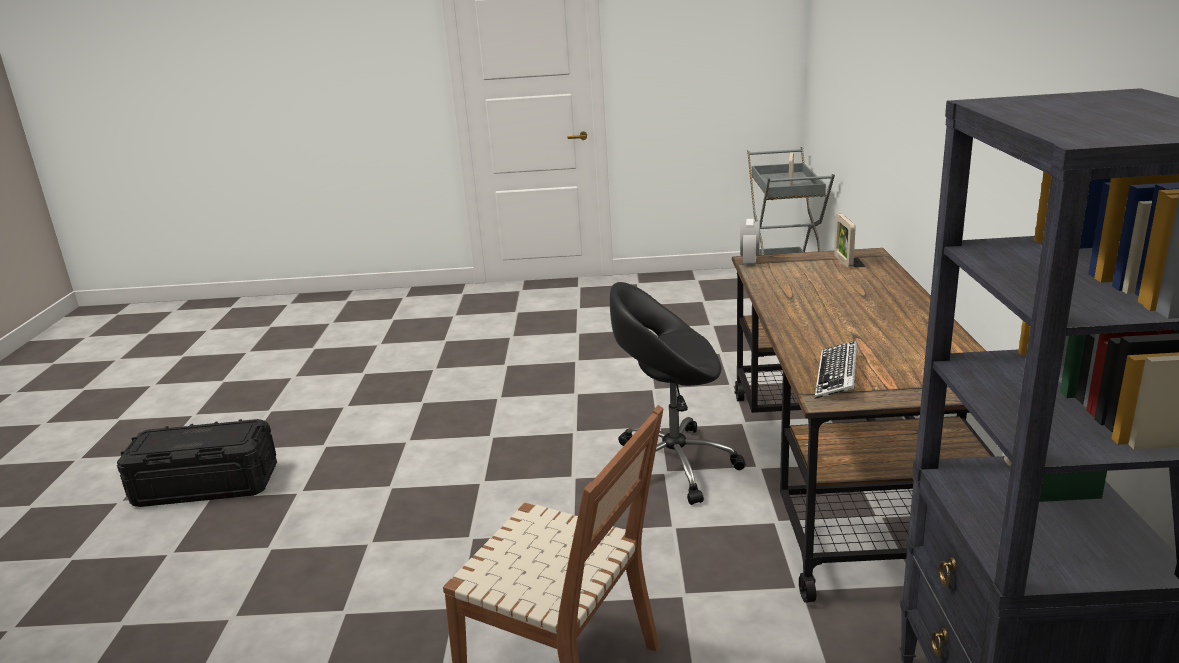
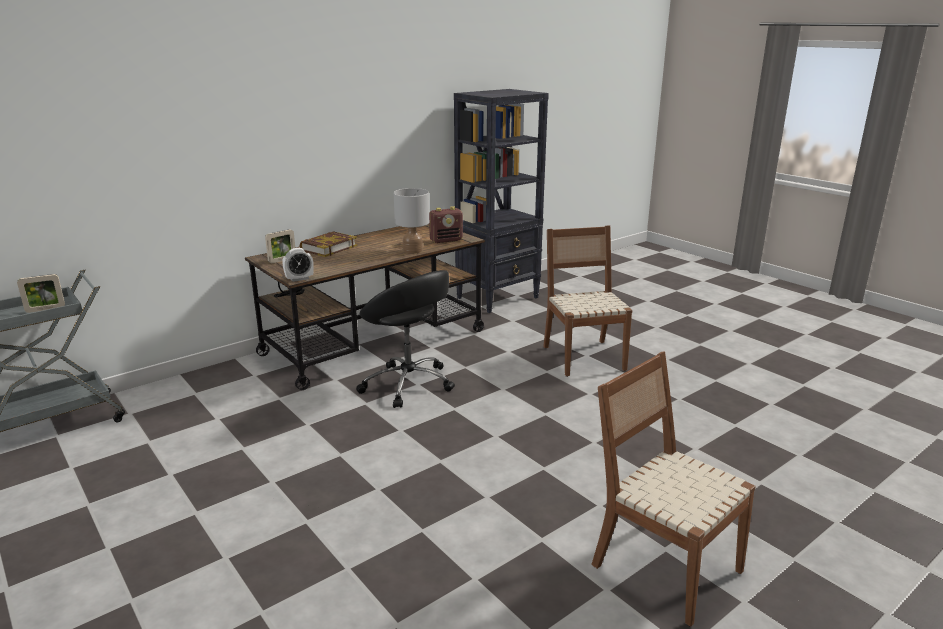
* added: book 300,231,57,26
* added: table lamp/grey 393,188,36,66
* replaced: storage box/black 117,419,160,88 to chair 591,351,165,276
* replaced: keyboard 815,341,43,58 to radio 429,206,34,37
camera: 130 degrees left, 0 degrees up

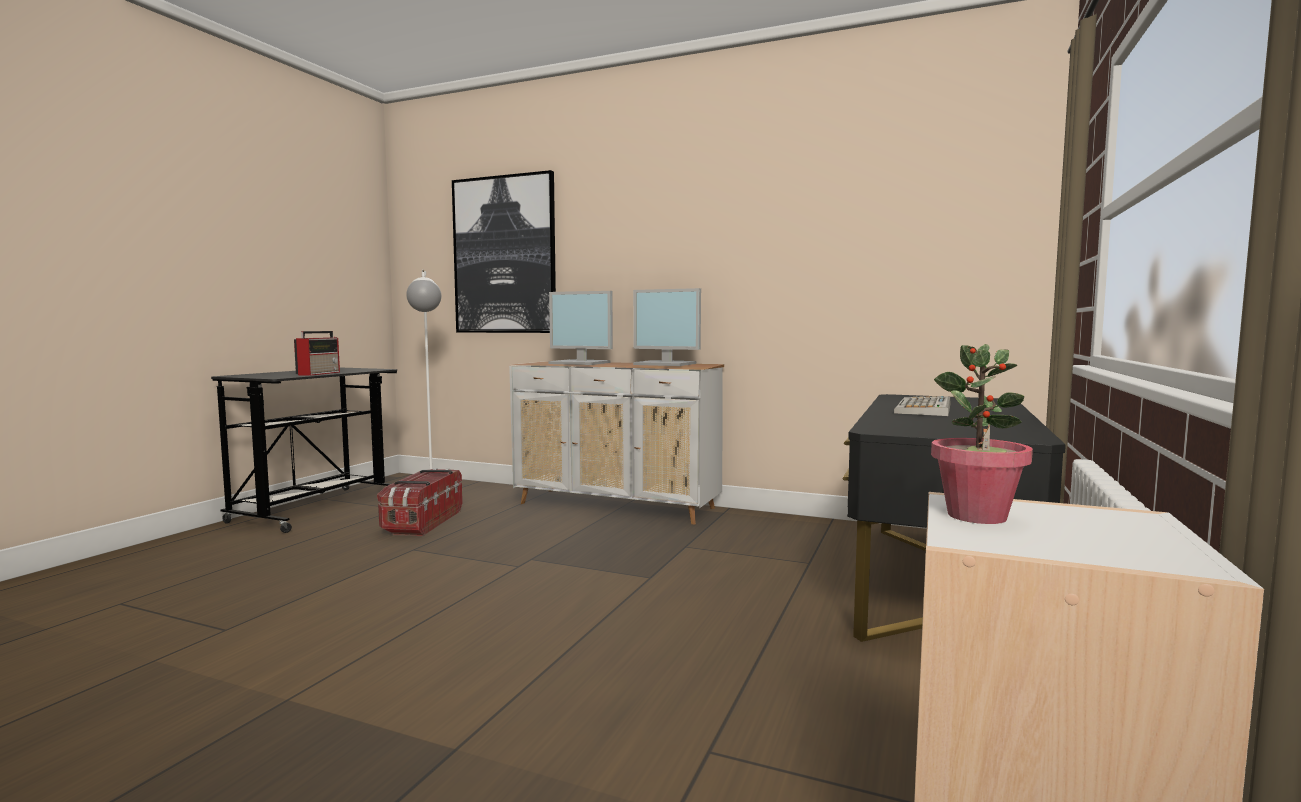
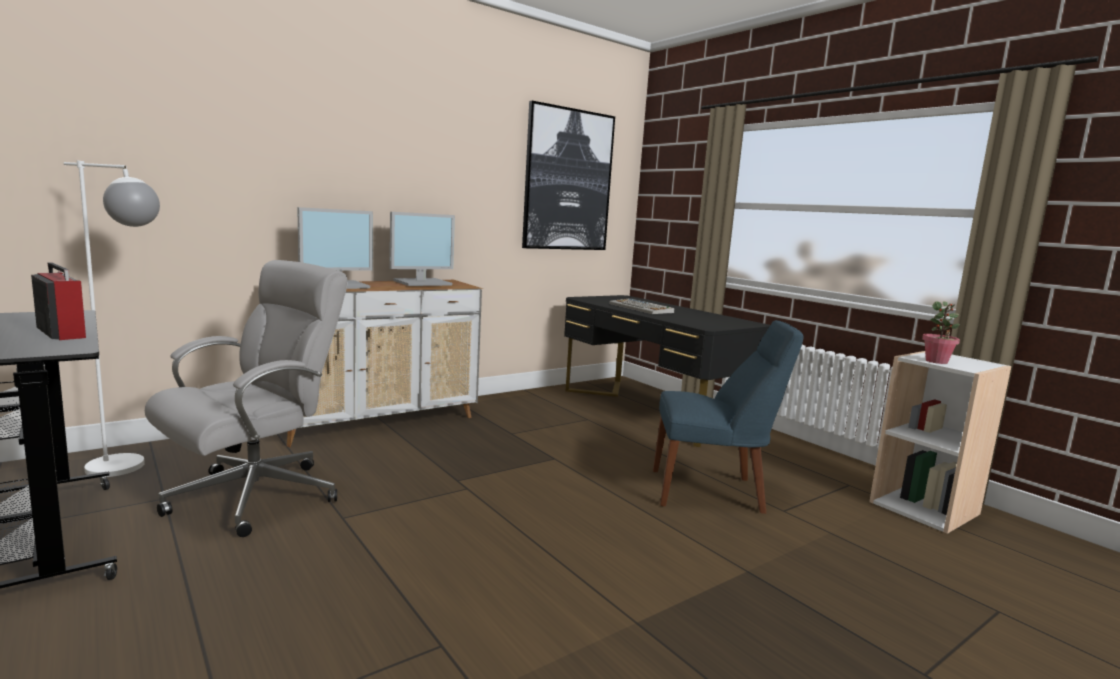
* added: chair/blue 653,320,150,194
* moved: picture 452,170,104,163 to 522,101,93,149
* replaced: storage box 377,468,86,68 to office chair/grey 145,260,203,277
camera: 60 degrees left, 5 degrees up

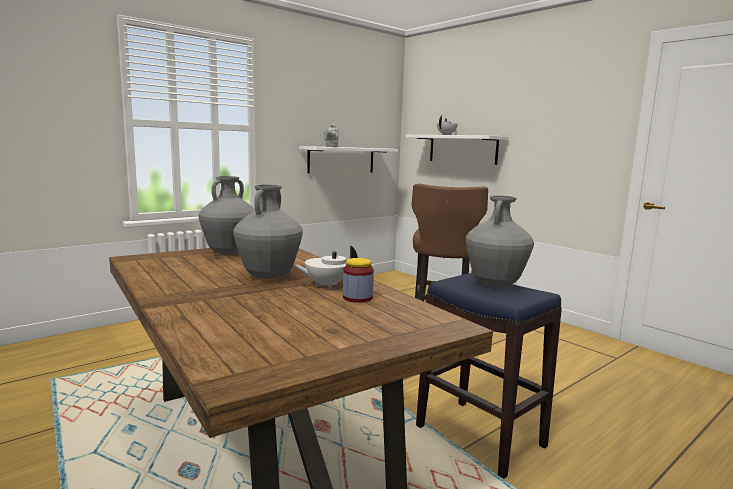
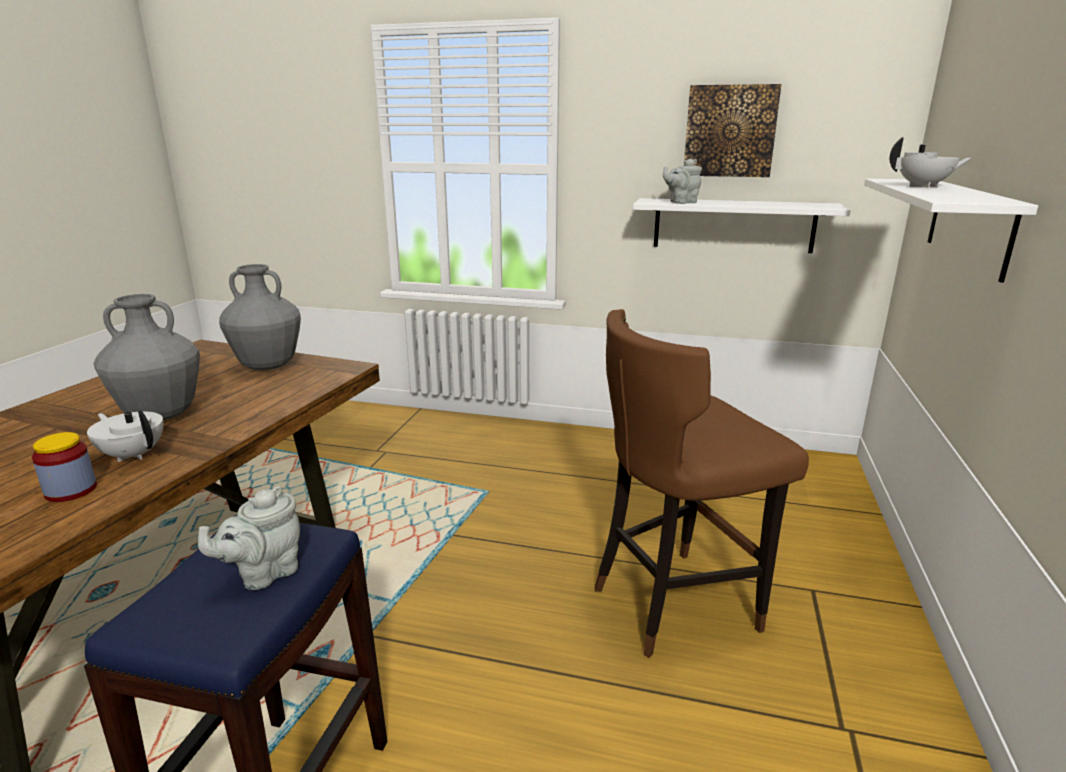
* added: picture 684,84,97,93
* replaced: vase/grey 466,195,68,92 to teapot/grey 198,486,102,104
camera: 55 degrees right, 10 degrees up

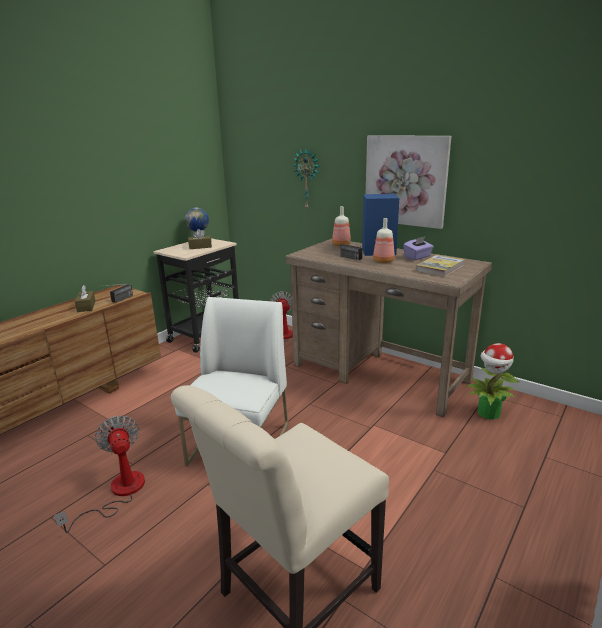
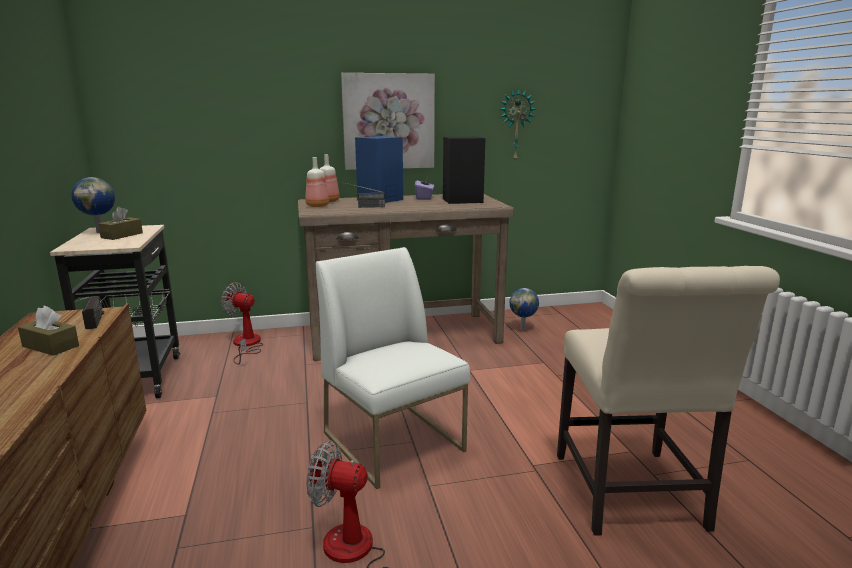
* moved: wall clock 293,148,27,63 to 499,89,37,73
* moved: bottle 373,218,22,45 to 305,157,24,50
* replaced: book 416,255,49,22 to speaker/black 443,137,42,67
* replaced: potted plant 465,343,54,77 to globe 510,288,29,42
camera: 50 degrees left, 5 degrees down

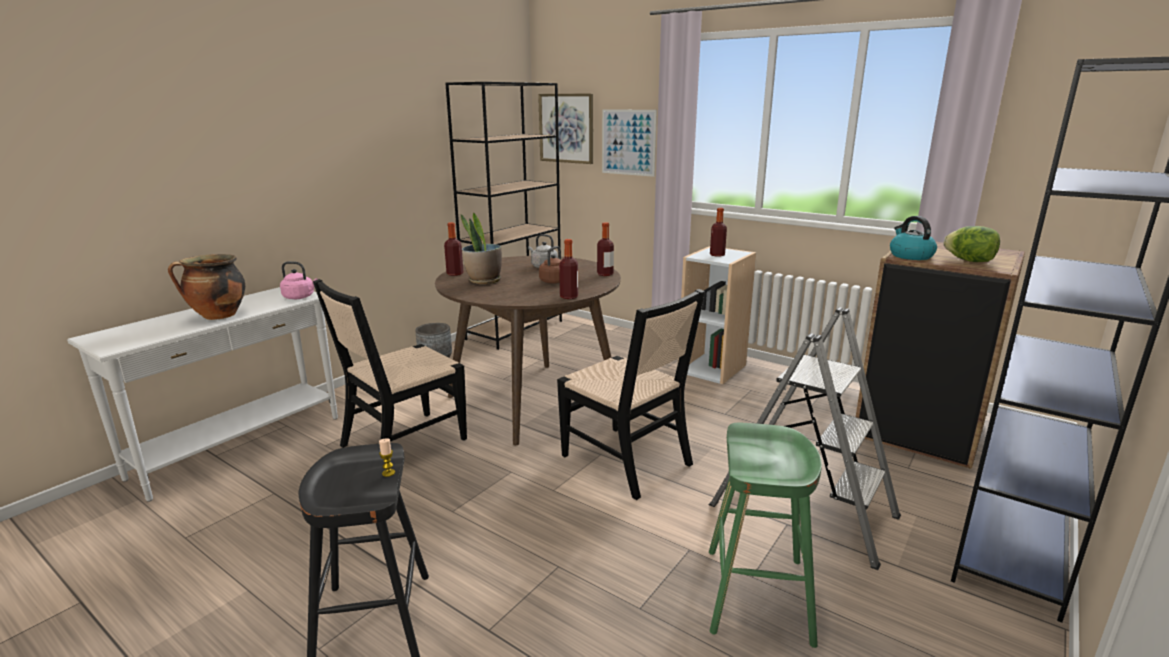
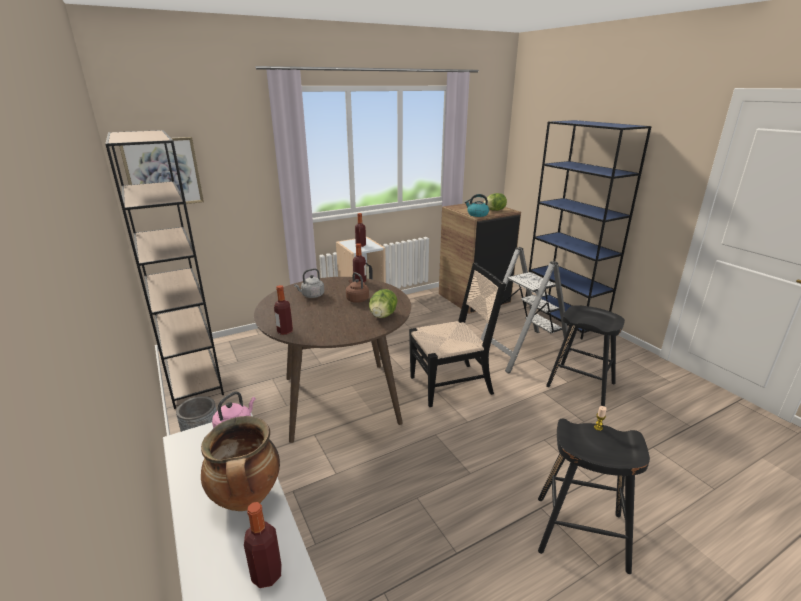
* removed: chair 313,279,154,169
* removed: potted plant 461,213,41,71
* removed: picture 602,109,55,68
* added: lettuce 369,289,28,29
* moved: bottle 559,239,19,60 to 244,502,38,86
* recoloured: stool/green 709,423,113,225 to stool/black 546,305,79,101
camera: 65 degrees left, 5 degrees up

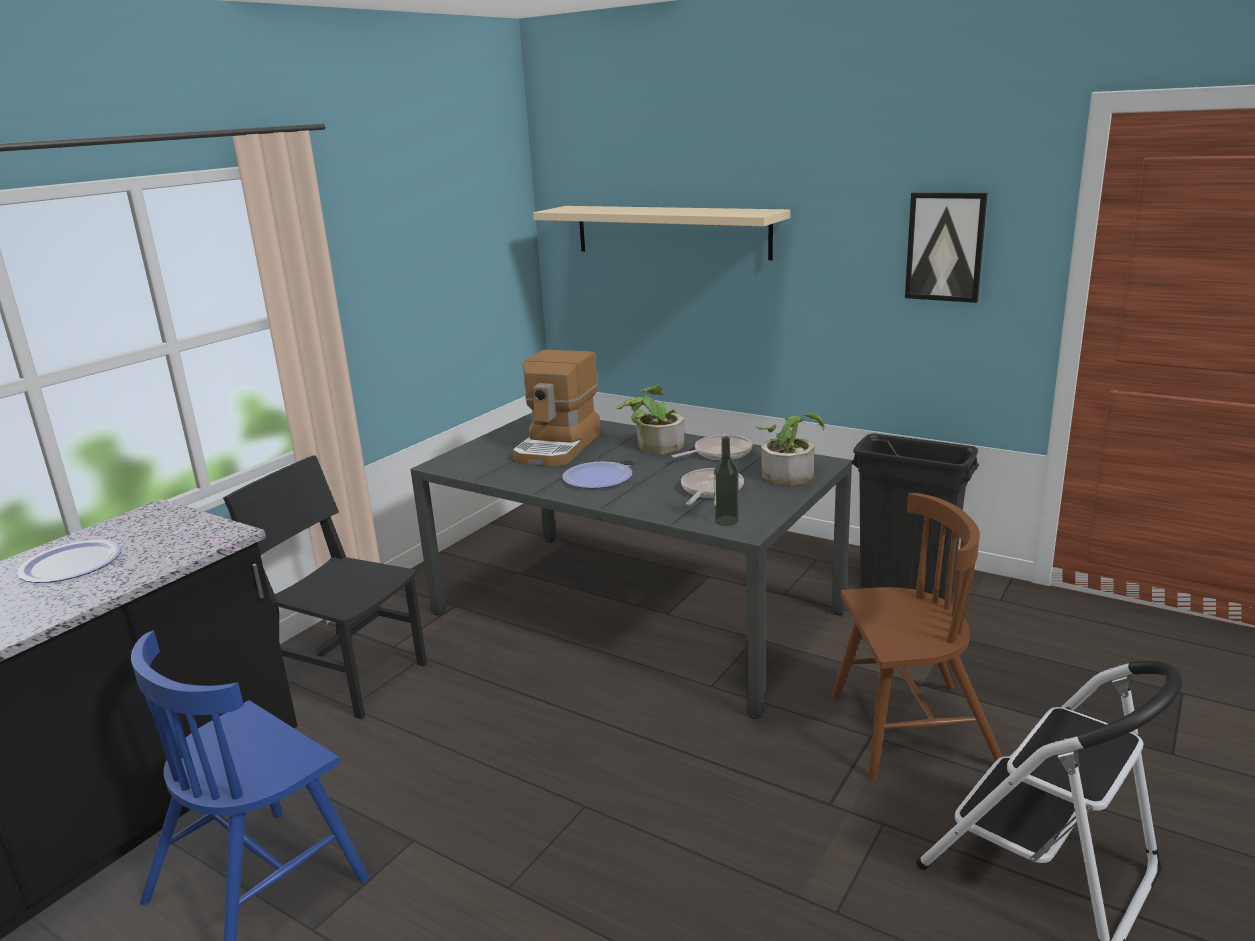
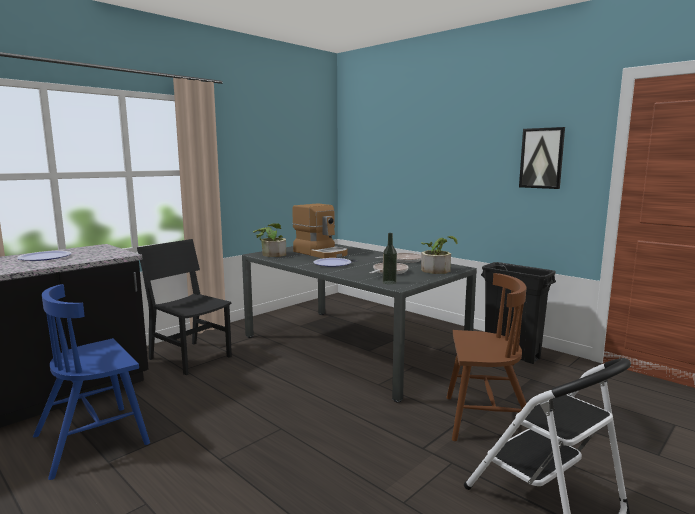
* removed: shelf/beige 533,206,257,54
* moved: potted plant 617,386,68,68 to 253,223,33,34
* turned: coffee machine 513,350,88,117 = 292,203,55,55 75 degrees counterclockwise
camera: 10 degrees right, 10 degrees down

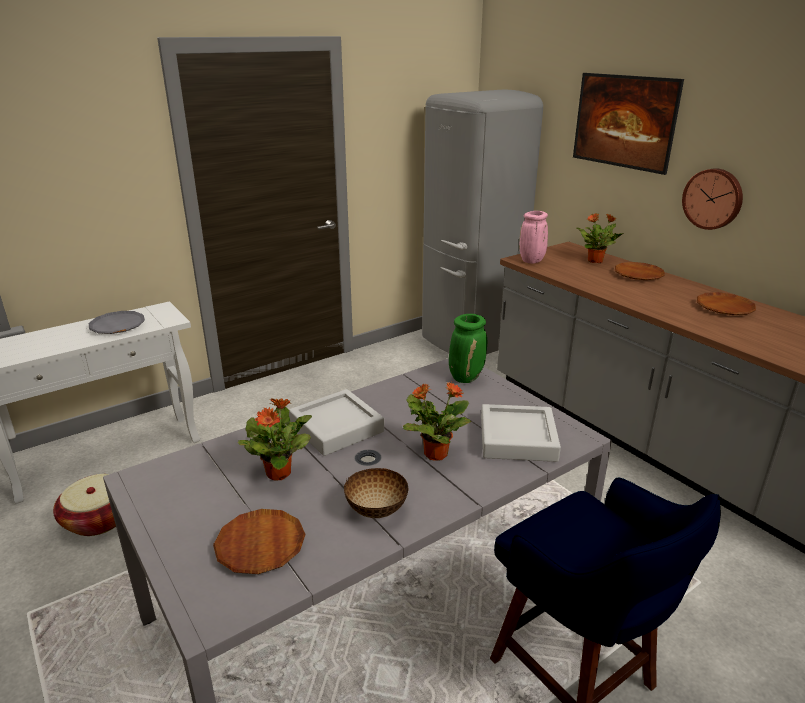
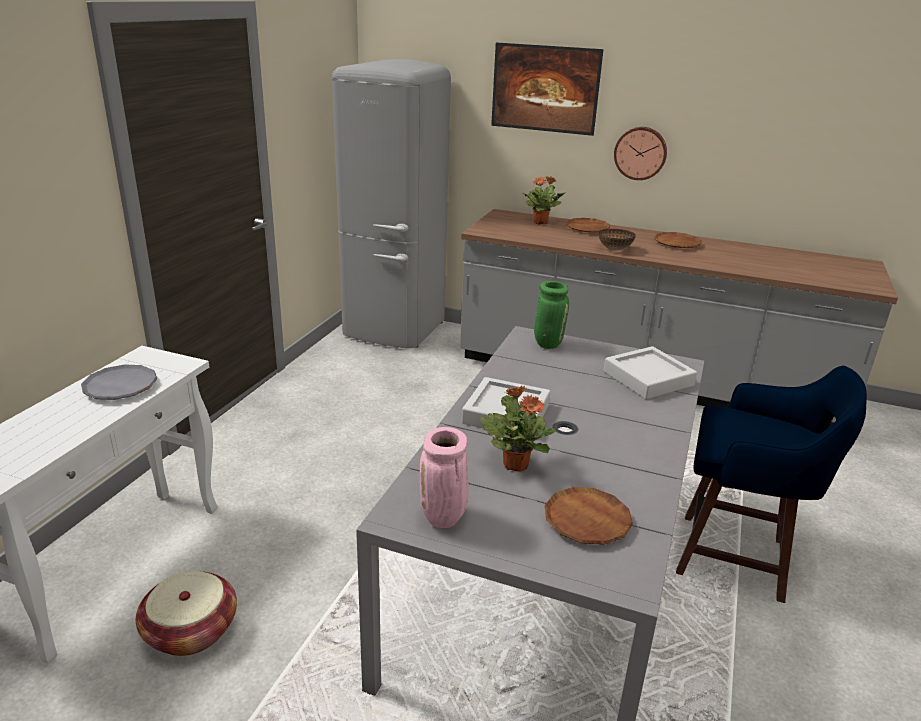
* removed: potted plant 403,382,68,79
* moved: bowl 344,468,65,50 to 598,229,38,22
* moved: vase/pink 519,211,29,53 to 420,427,49,101
camera: 35 degrees left, 0 degrees up

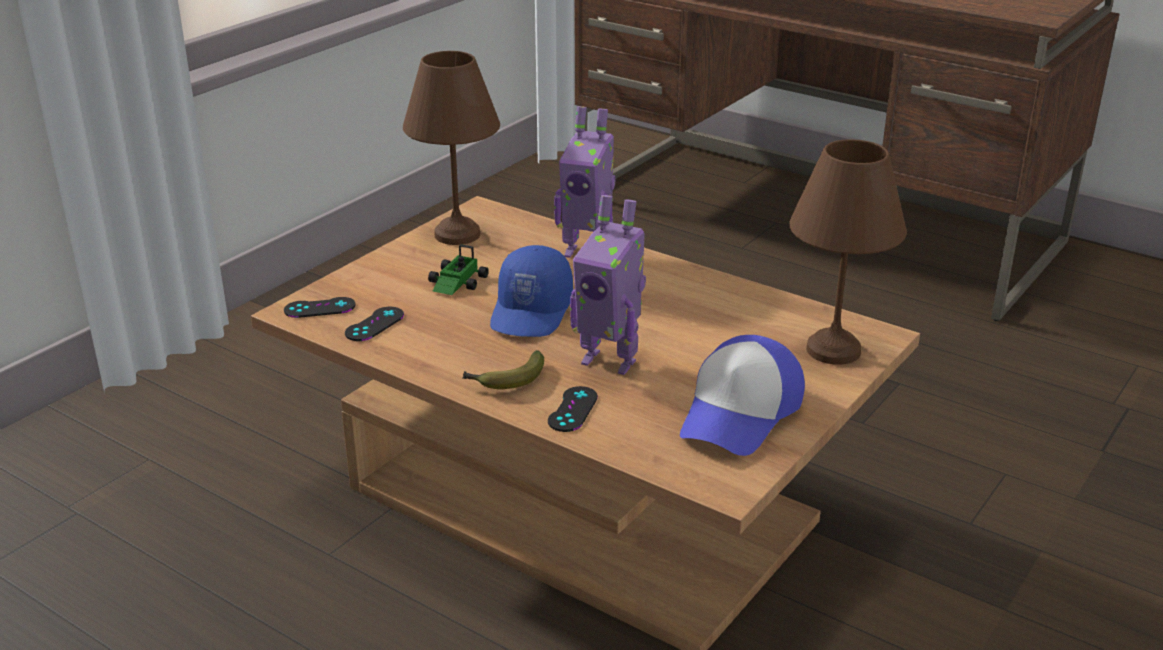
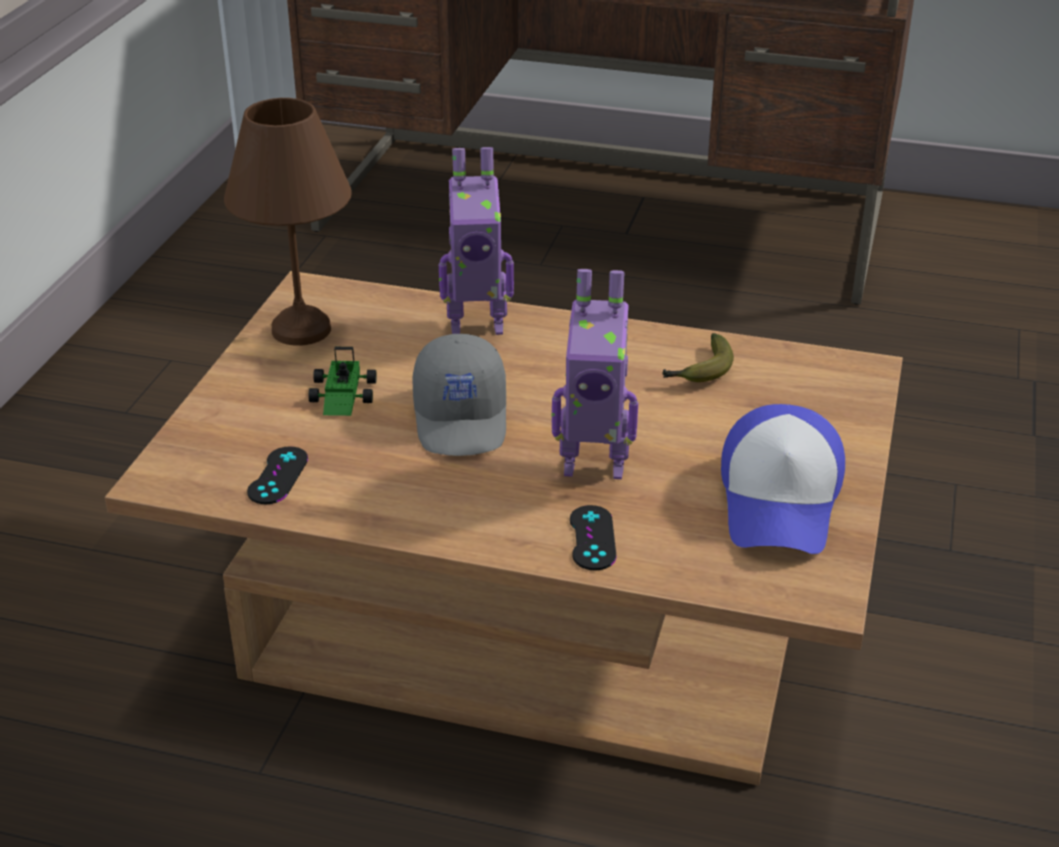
* removed: game controller/black 284,297,72,21
* removed: table lamp/brown 790,139,117,226
* moved: banana 463,350,81,39 to 663,333,71,49
* recoloured: cap/blue 490,245,83,92 to cap/grey 412,334,94,122
camera: 20 degrees left, 5 degrees up

